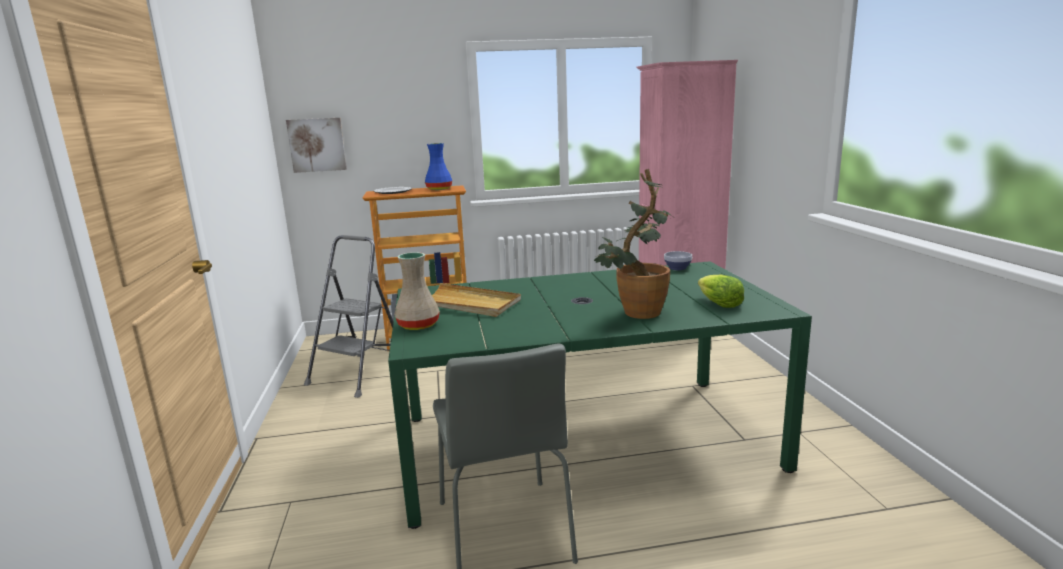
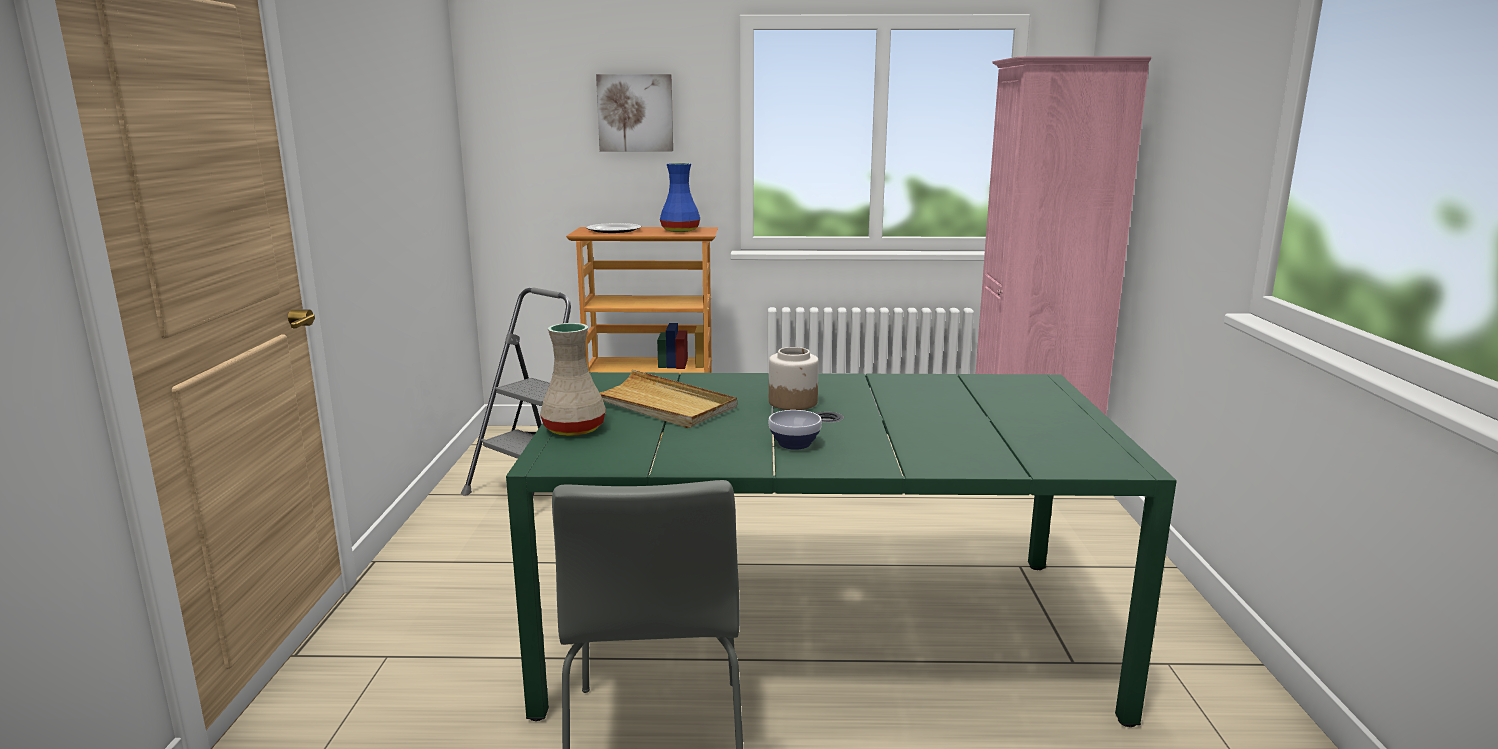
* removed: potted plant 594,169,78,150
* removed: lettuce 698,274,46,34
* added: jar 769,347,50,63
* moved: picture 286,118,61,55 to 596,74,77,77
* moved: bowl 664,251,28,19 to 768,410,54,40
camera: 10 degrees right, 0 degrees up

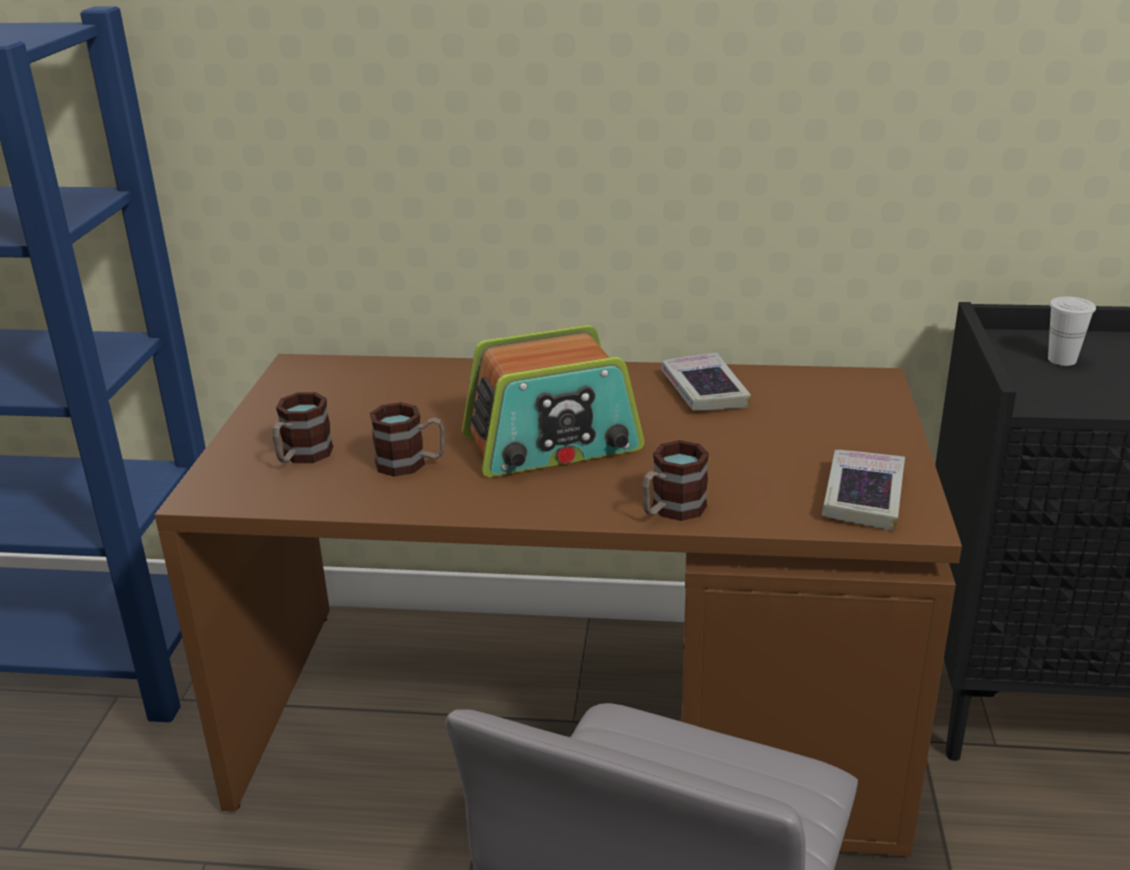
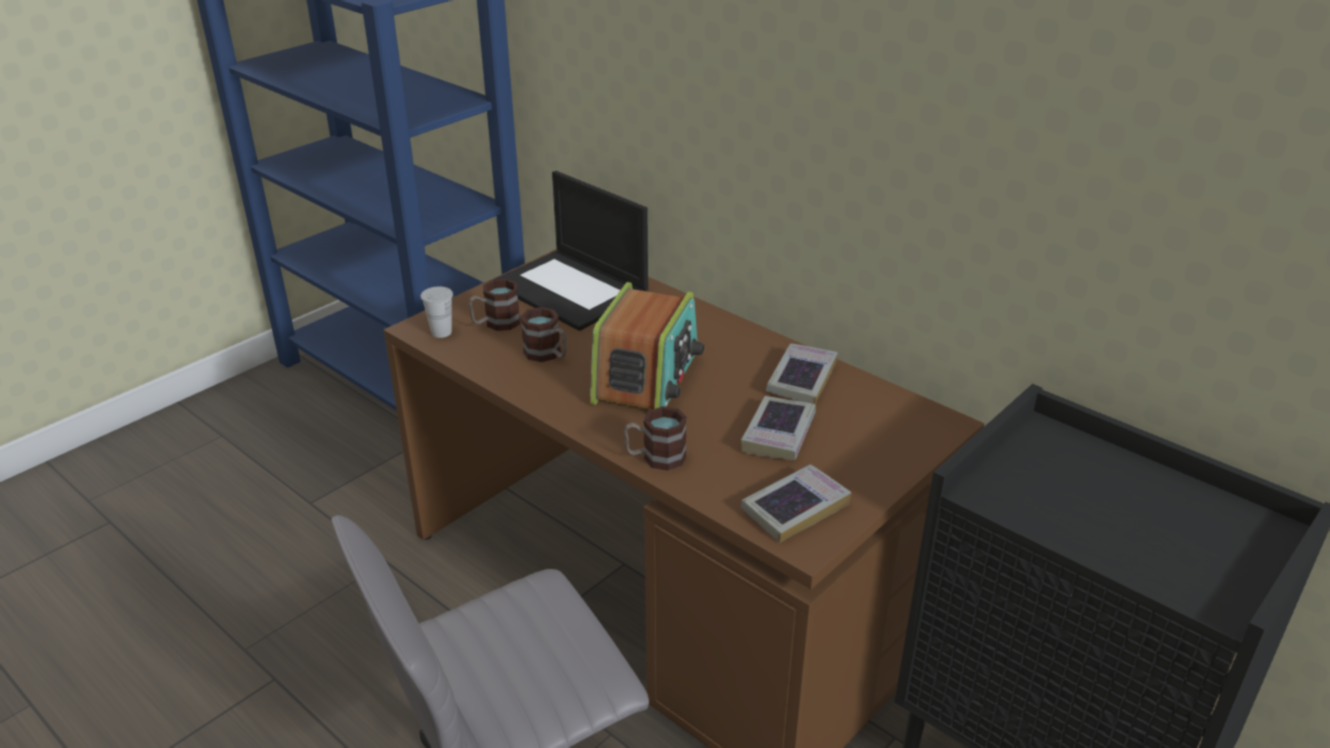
* added: laptop 493,171,155,160
* added: book 741,396,75,64
* moved: cup/white 1048,297,48,69 to 421,286,32,52
* turned: radio 462,325,182,152 = 590,282,114,128 90 degrees counterclockwise
camera: 35 degrees right, 5 degrees up

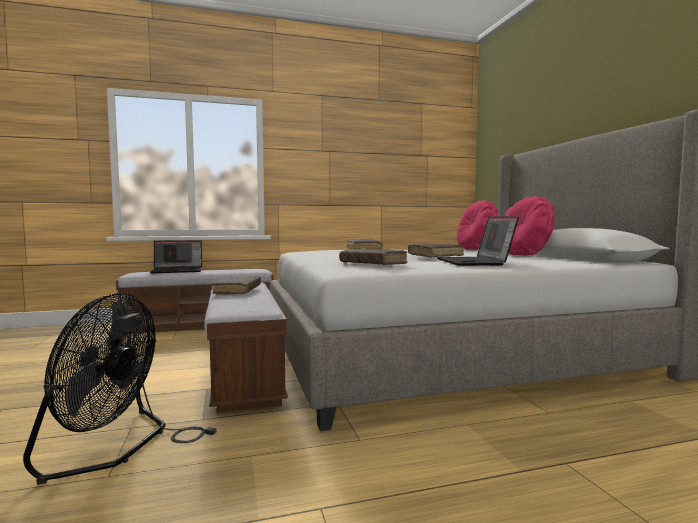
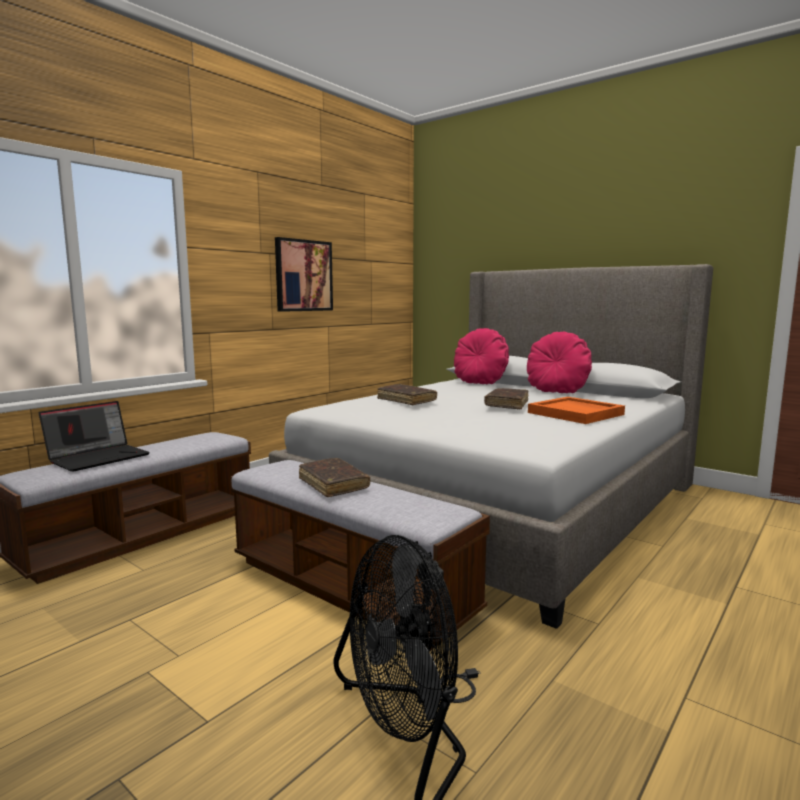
* removed: book/brown 339,248,68,17
* added: picture 275,237,58,75
* replaced: laptop 437,216,82,50 to tray/orange 528,397,97,27
camera: 35 degrees left, 5 degrees up

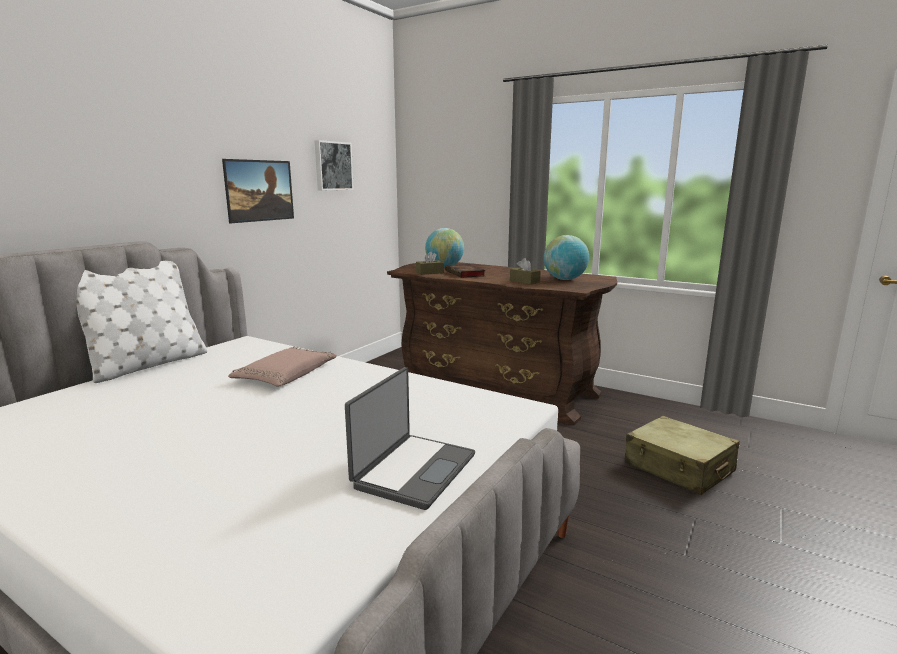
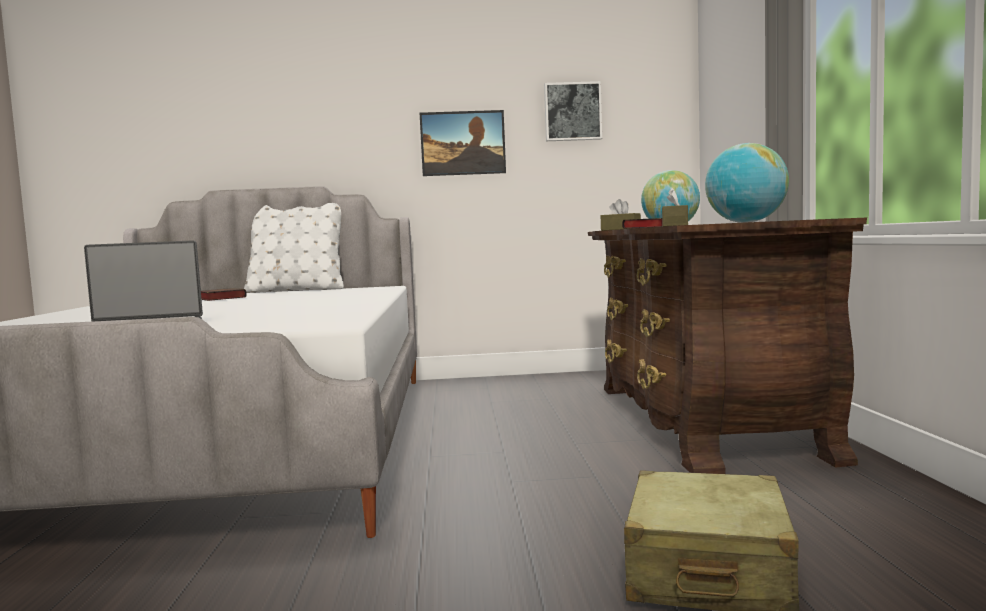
* removed: pillow/beige 228,347,109,40
* added: book 201,288,46,13
camera: 55 degrees right, 10 degrees down

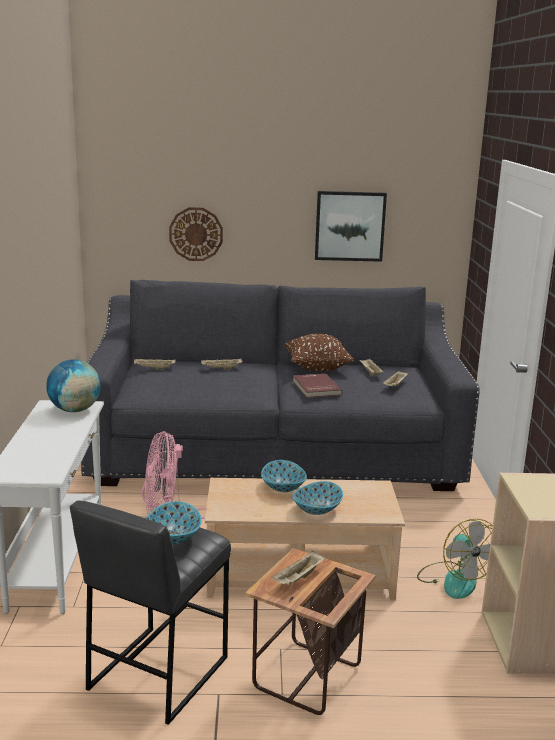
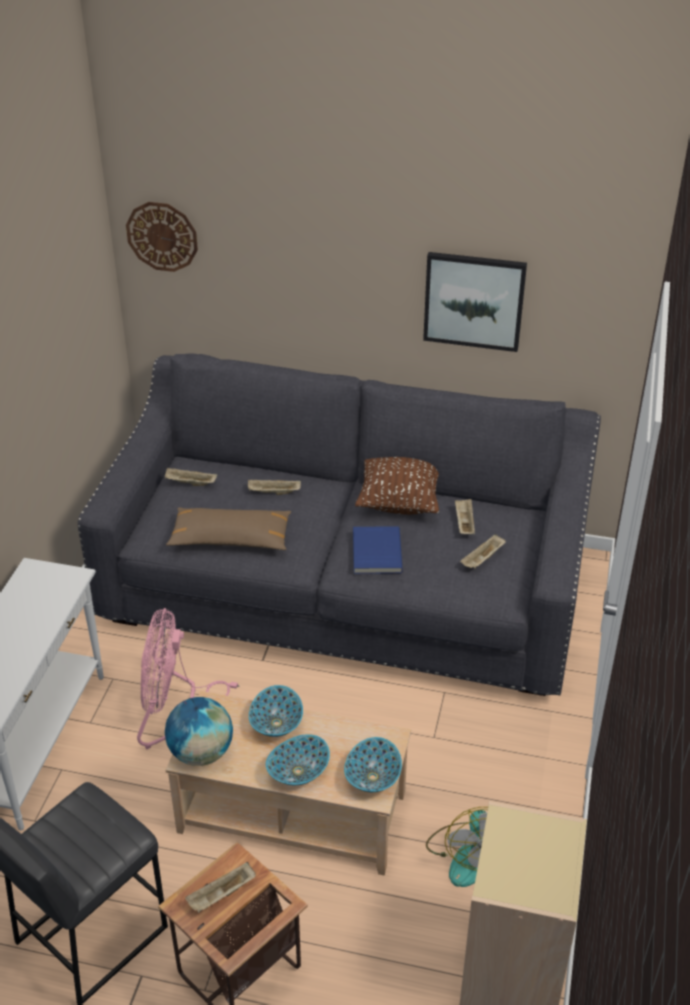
* added: pillow/brown 166,507,125,43
* moved: globe 46,360,55,52 to 165,697,68,69
* moved: bowl 146,501,56,44 to 344,737,58,55
* moved: wall clock 169,207,54,54 to 126,202,72,70
* recoloured: book/red 293,374,49,24 to book/blue 353,526,50,48
camera: 15 degrees right, 20 degrees up

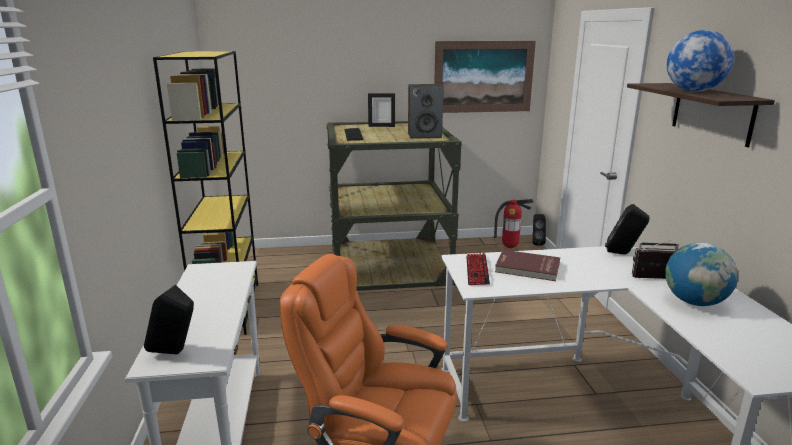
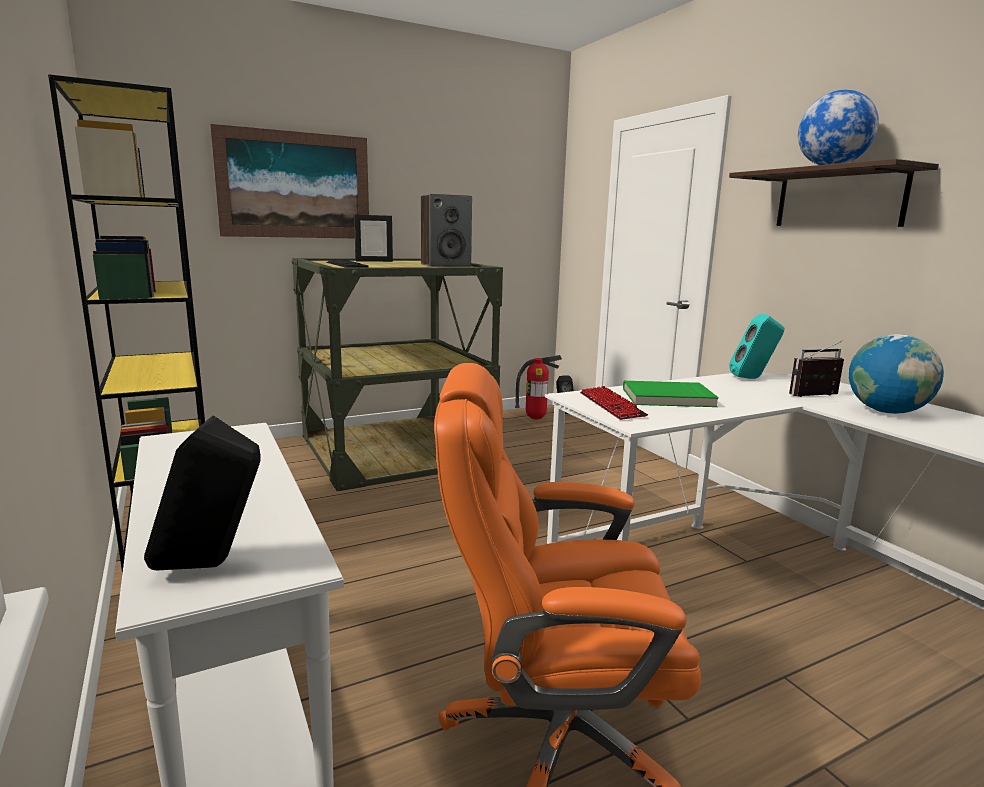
* moved: picture 434,41,102,72 to 210,124,159,114
* recoloured: book/red 495,250,65,31 to book/green 623,381,96,26
* recoloured: speaker/black 605,204,44,50 to speaker/turquoise 729,314,55,65
camera: 20 degrees left, 5 degrees down

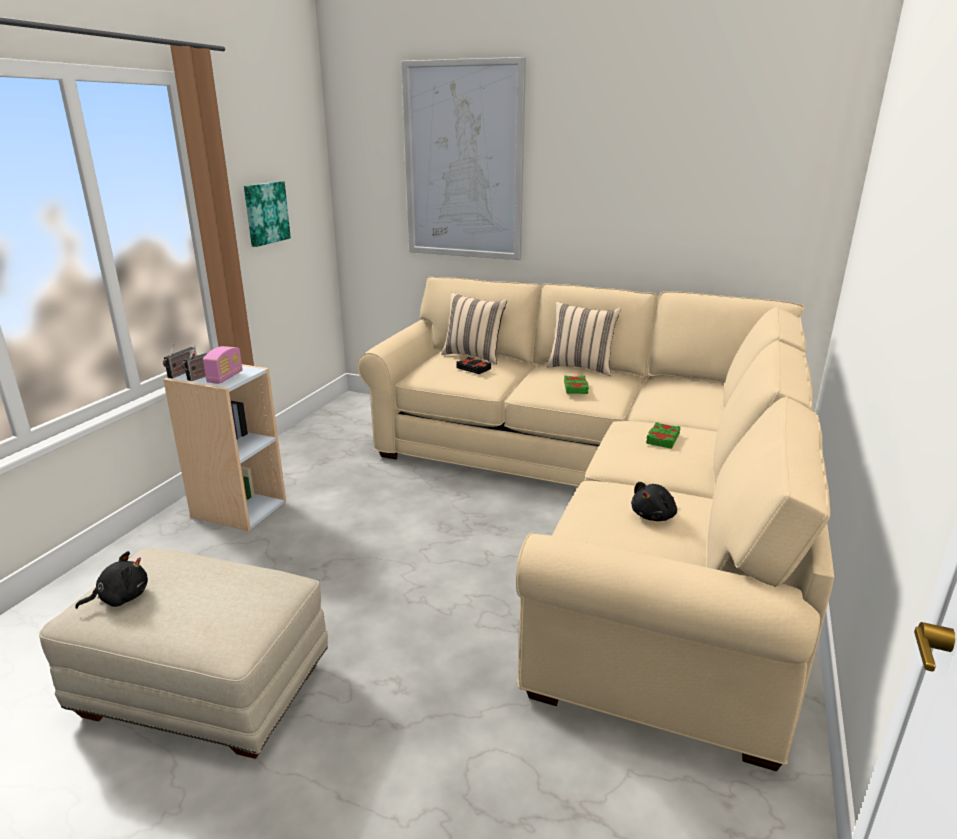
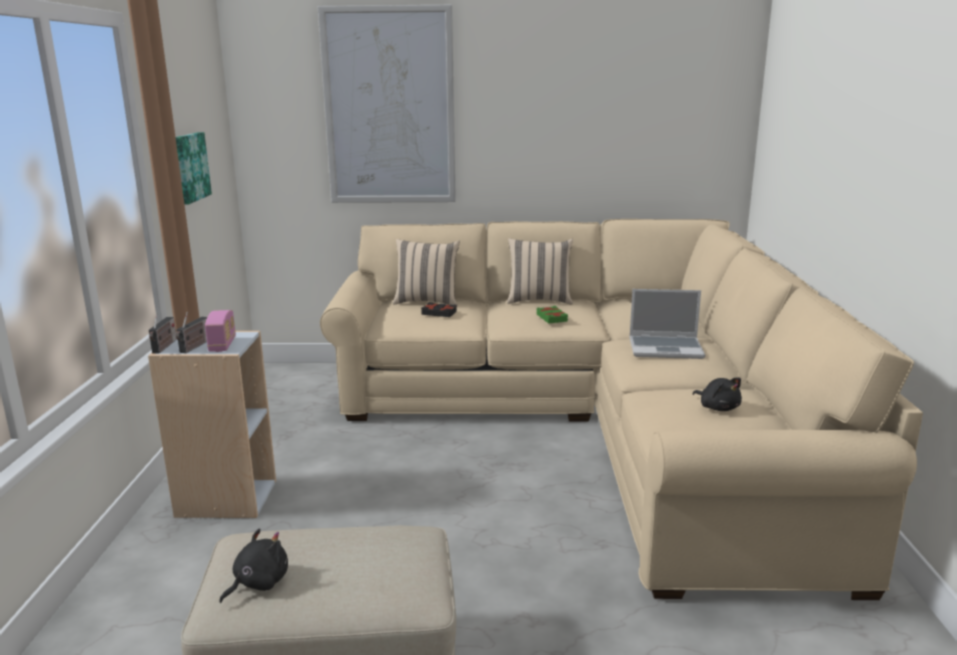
* replaced: book/green 646,422,35,27 to laptop 629,289,76,70
* turned: plush toy/black 631,482,46,39 = 693,377,49,34 60 degrees counterclockwise
camera: 20 degrees left, 5 degrees down

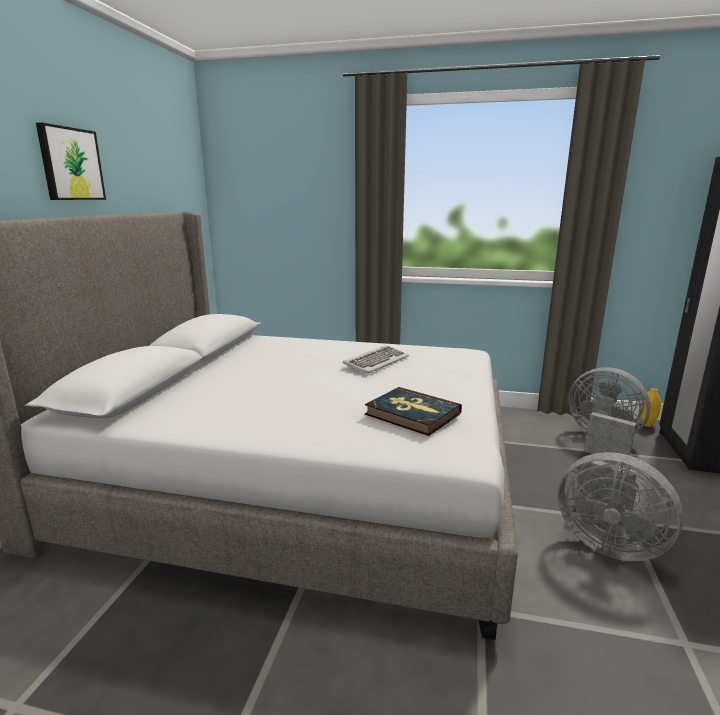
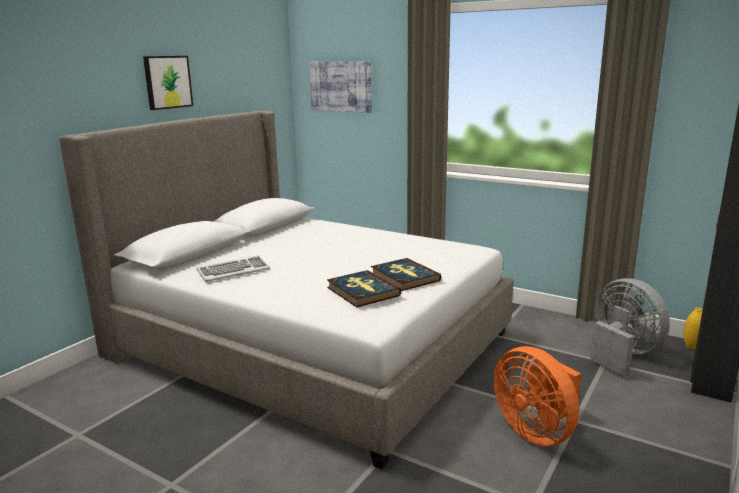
* added: picture 309,61,63,52
* added: book 371,258,70,33
* moved: keyboard 343,346,66,27 to 196,255,74,27
* recoloured: fan/grey 558,452,126,109 to fan/orange 494,346,87,100
camera: 20 degrees right, 0 degrees up

